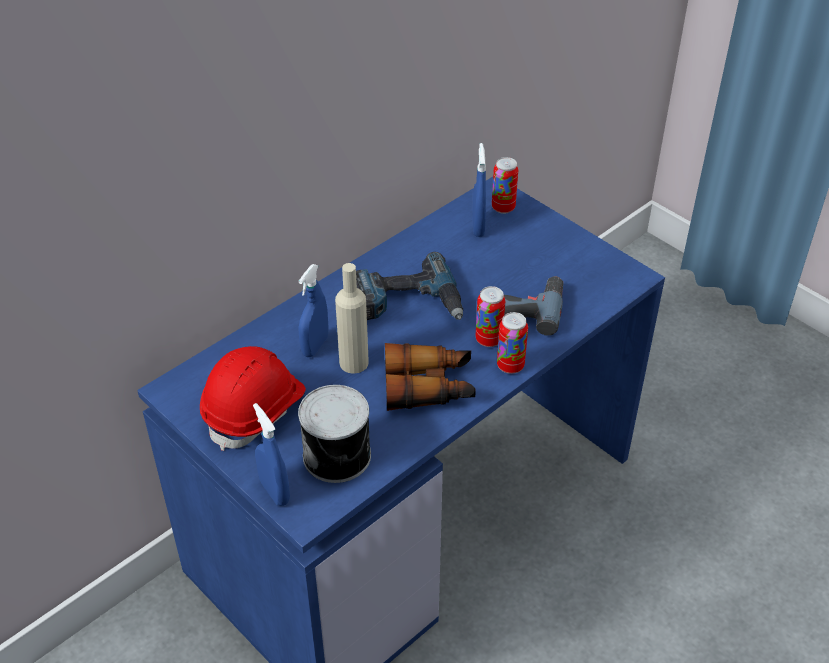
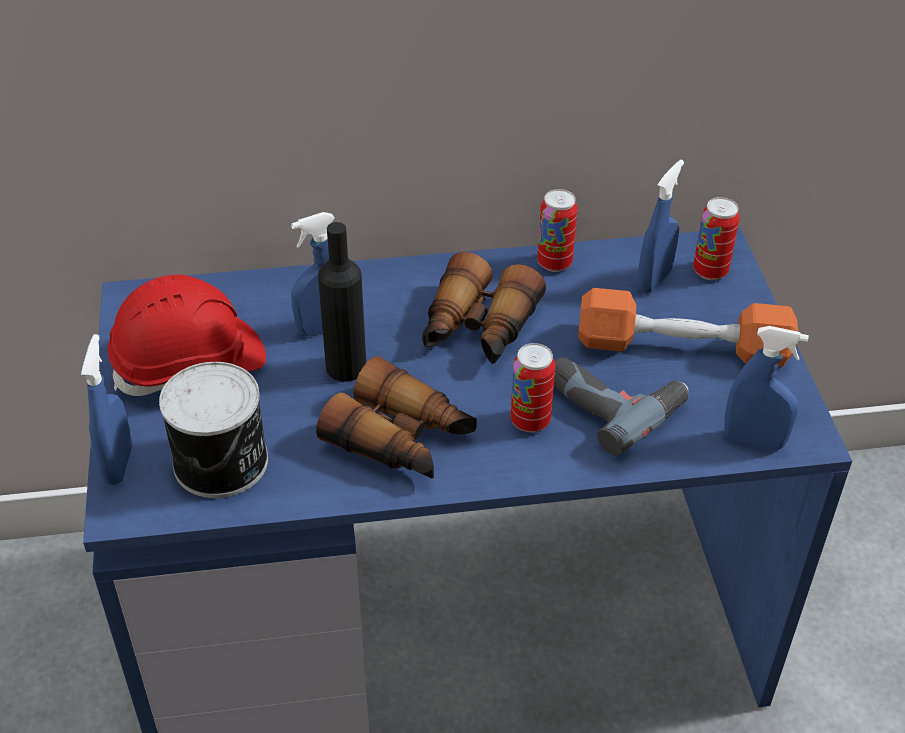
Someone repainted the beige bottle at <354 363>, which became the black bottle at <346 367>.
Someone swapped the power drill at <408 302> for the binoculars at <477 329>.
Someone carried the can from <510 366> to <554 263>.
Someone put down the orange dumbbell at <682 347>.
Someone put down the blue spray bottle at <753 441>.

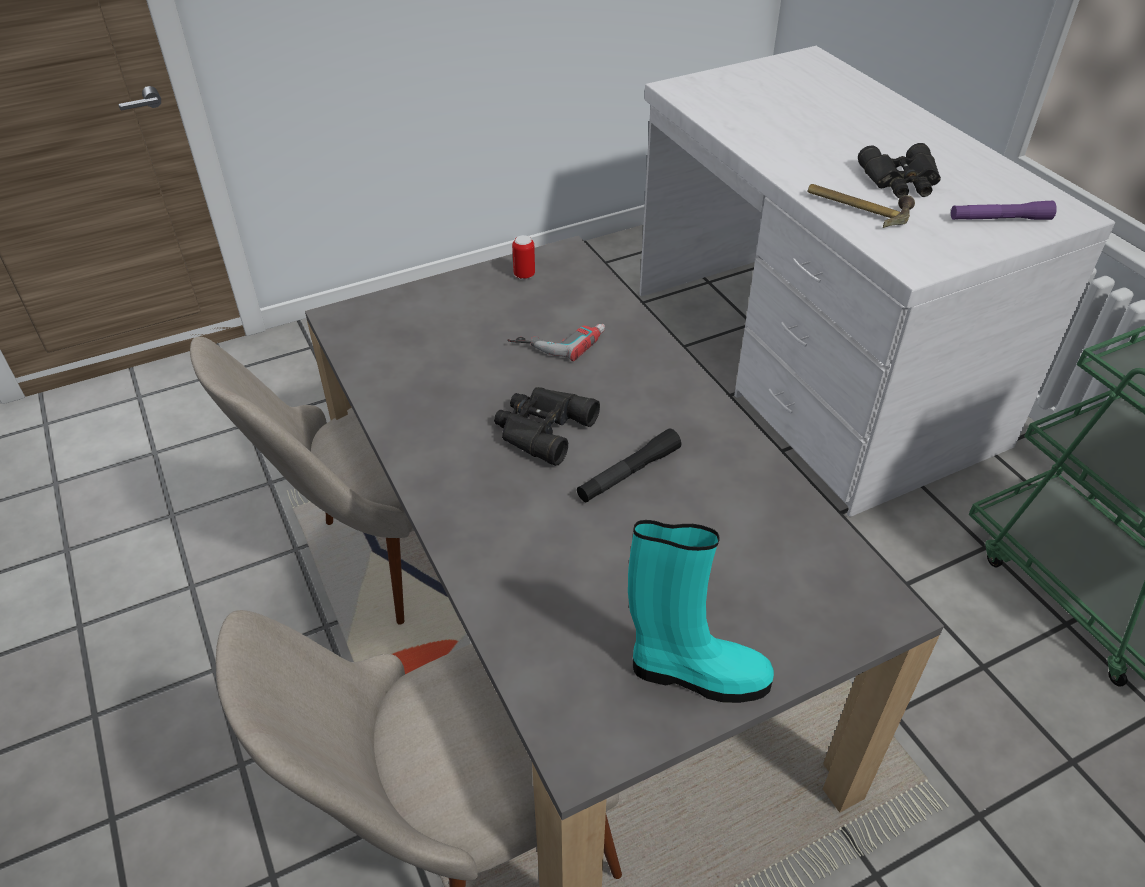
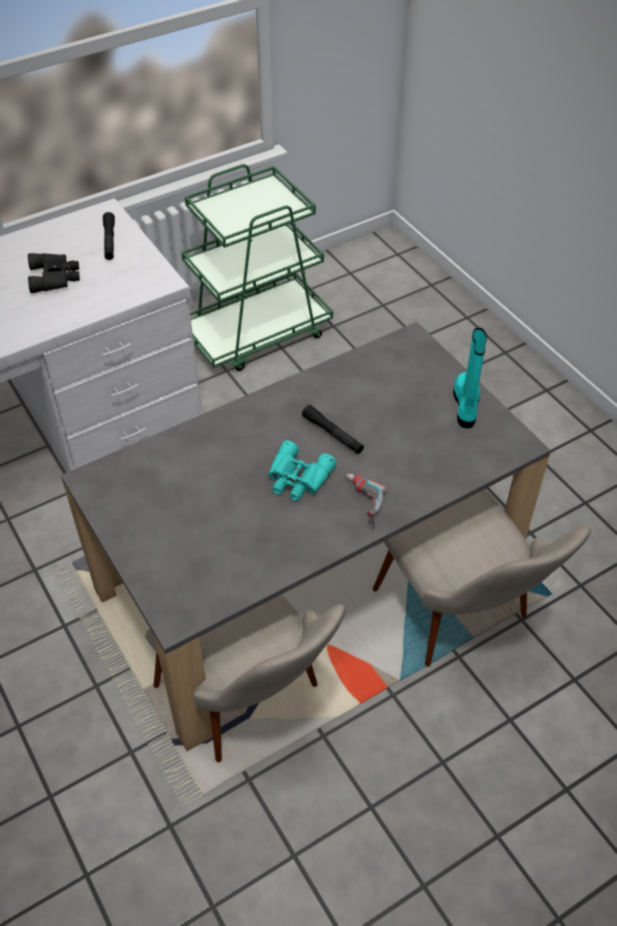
Someone repainted the black binoculars at <541 429>, which became the turquoise binoculars at <297 478>.
Someone carried the power drill from <558 339> to <360 503>.
Someone took away the can at <524 275>.
Someone took away the hammer at <858 207>.
Someone repainted the purple flashlight at <999 219>, which became the black flashlight at <109 241>.

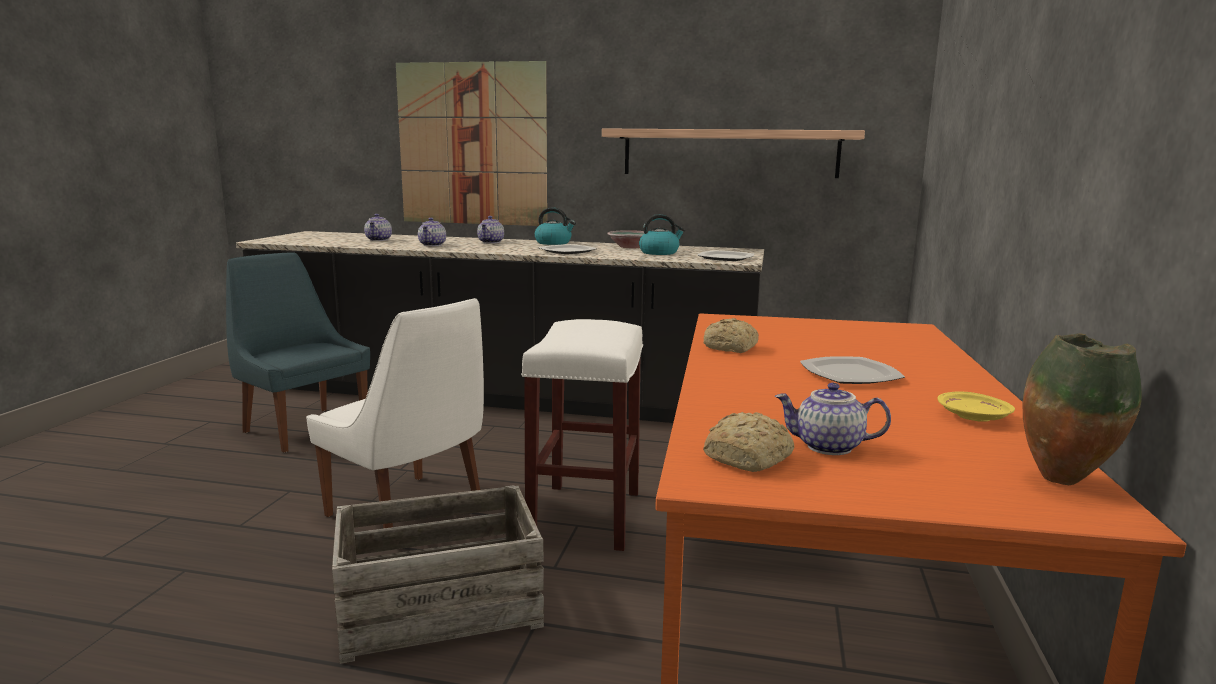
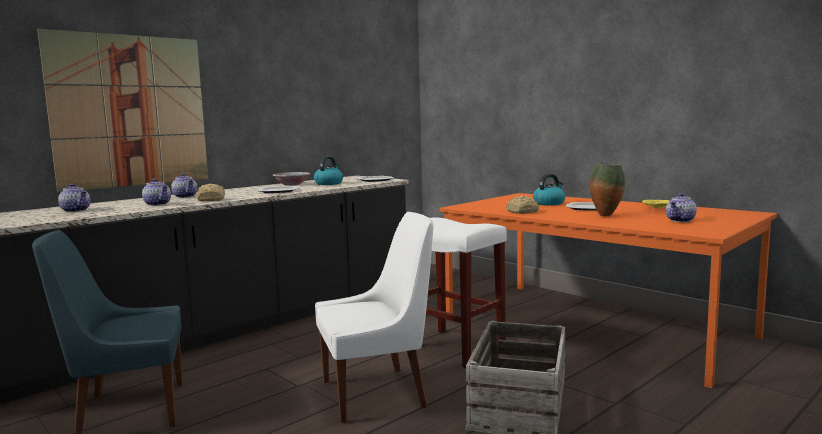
Someone carried the kettle from <554 243> to <549 203>.
Someone took away the shelf at <729 153>.
Someone carried the bread from <750 458> to <212 200>.
Someone carried the vase from <1064 481> to <605 215>.

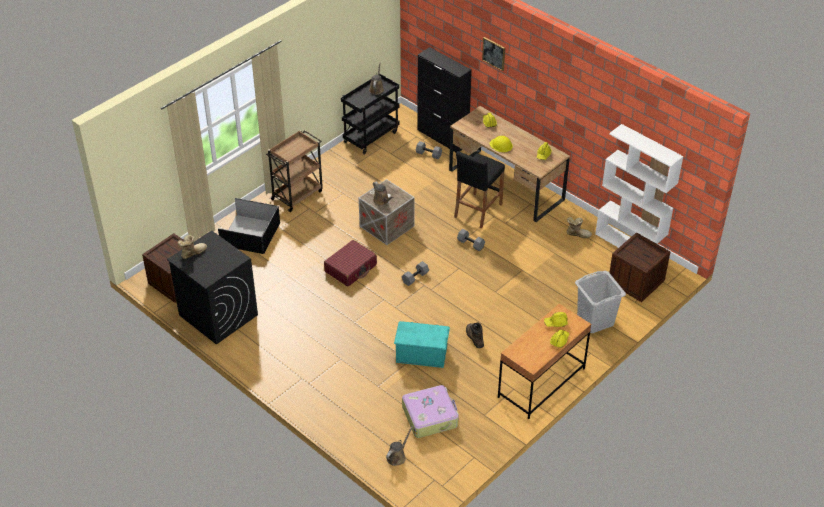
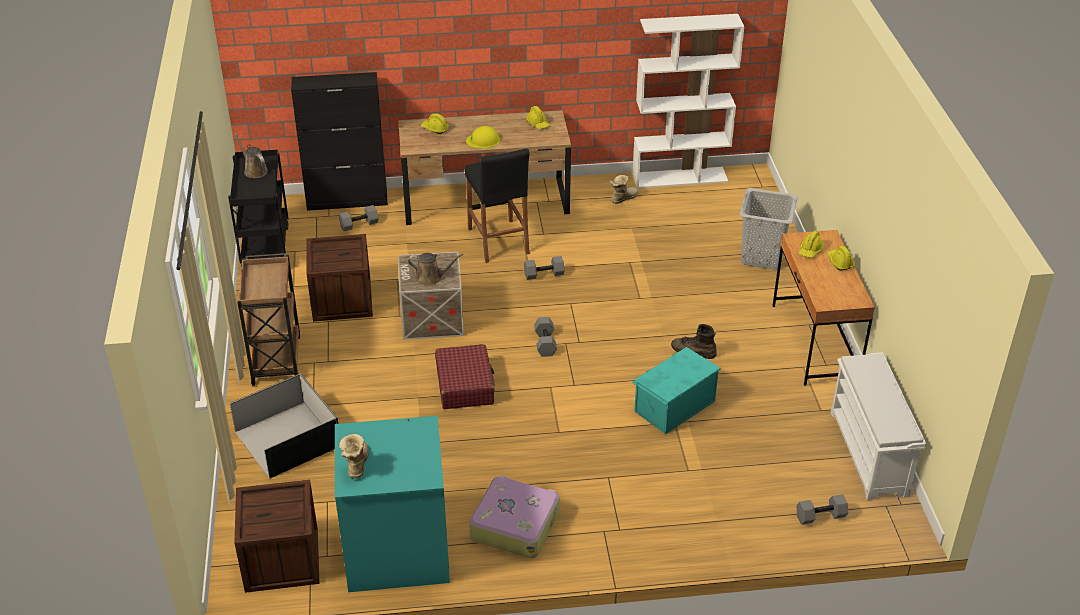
Someone repainted the black washing machine at <217 315>, which became the turquoise washing machine at <396 551>.
Someone swapped the brown watering can at <397 456> for the grey dumbbell at <820 517>.
Someone carried the suitcase from <430 416> to <515 525>.
Someone took away the picture at <494 53>.
Someone carried the crate from <636 281> to <342 300>.
Someone put down the white shoe rack at <869 454>.

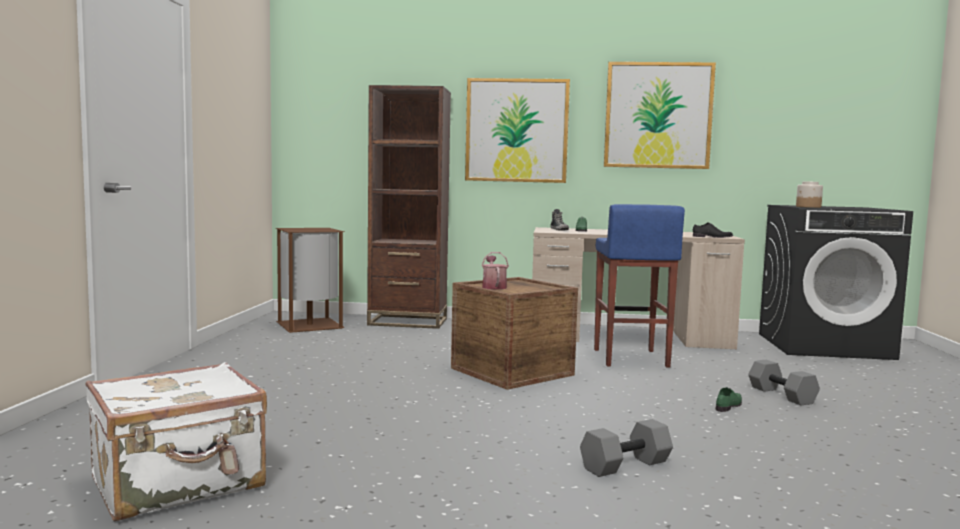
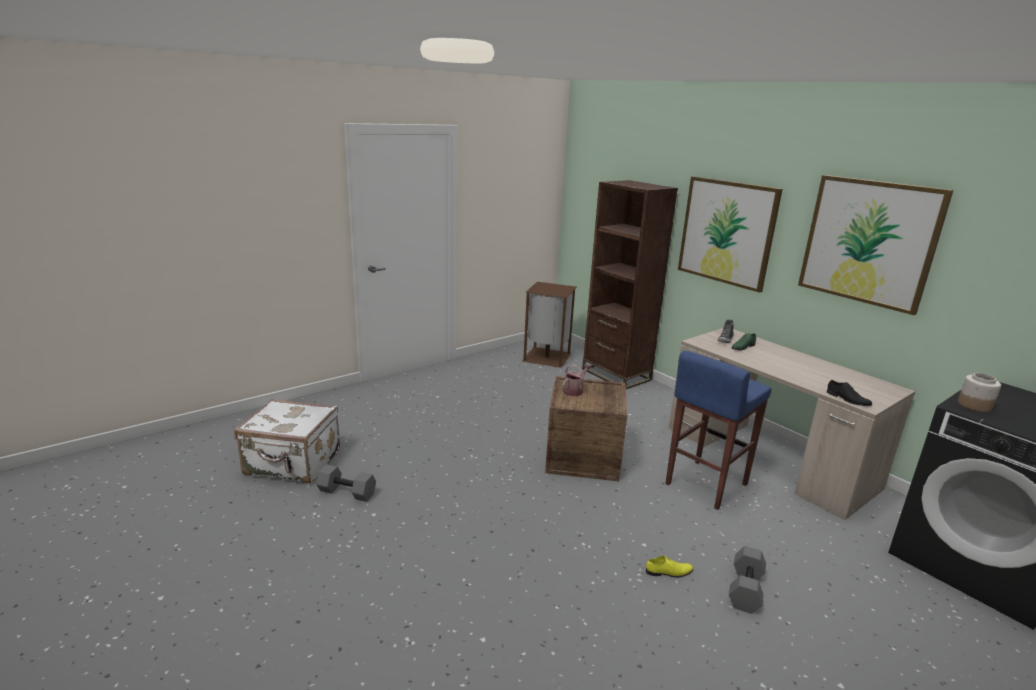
Someone carried the grey dumbbell from <625 466> to <346 493>.
Someone repainted the green shoe at <729 405>, which became the yellow shoe at <669 572>.

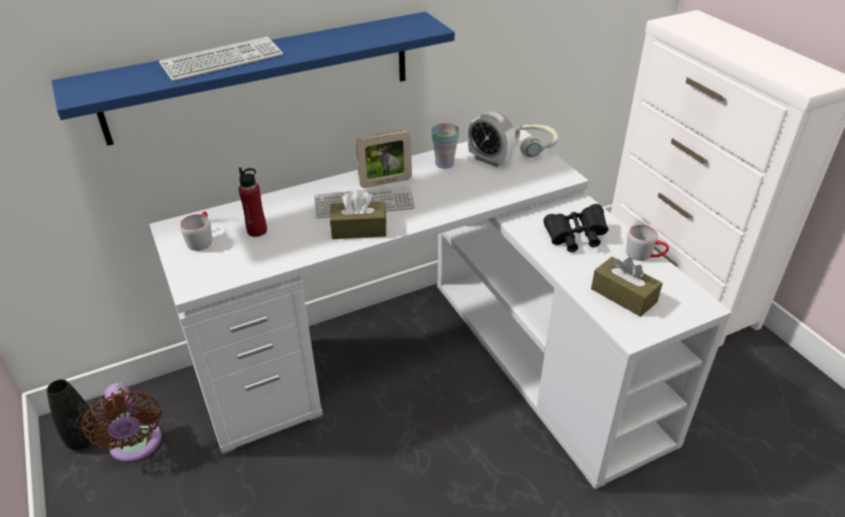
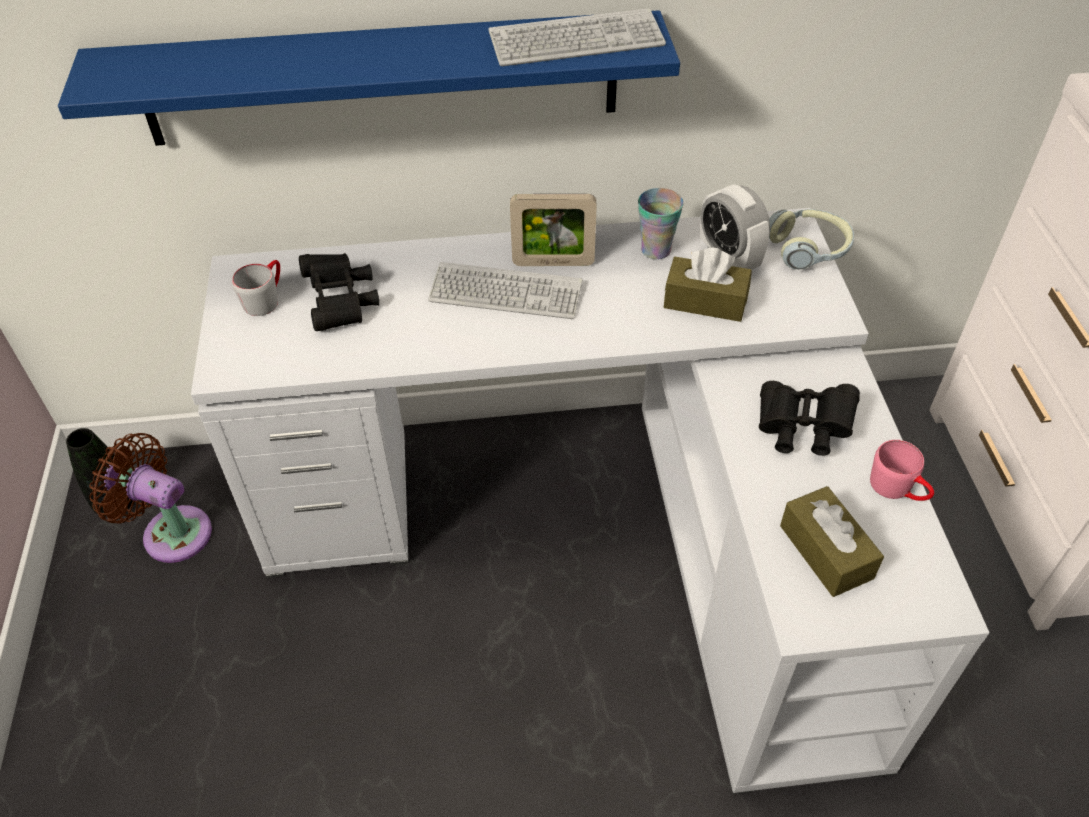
Someone rotated the brown fan at <136 446> by 120 degrees clockwise.
Someone carried the keyboard from <222 61> to <576 41>.
Someone swapped the red bottle at <257 231> for the black binoculars at <341 303>.
Someone carried the brown tissue box from <359 229> to <705 301>.
Someone repainted the grey mug at <644 255>, which became the pink mug at <898 489>.

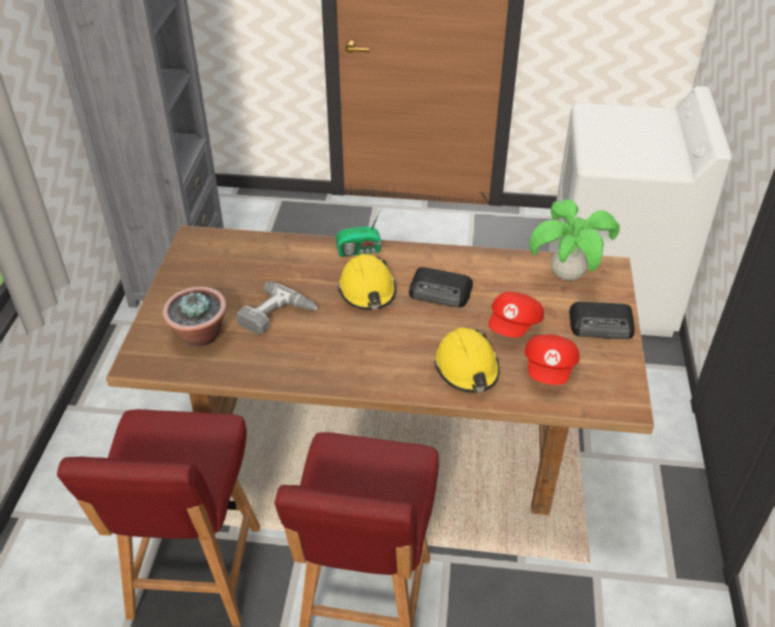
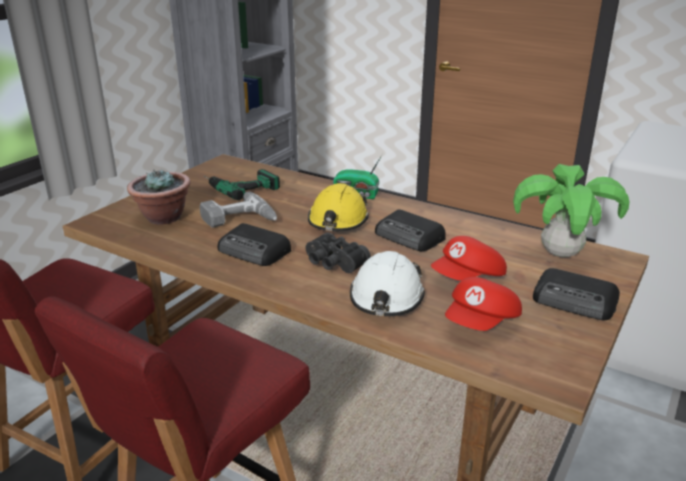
Someone repainted the yellow hard hat at <467 368>, which became the white hard hat at <386 298>.
Someone put down the power drill at <239 186>.
Someone put down the radio at <254 251>.
Someone put down the black binoculars at <333 263>.

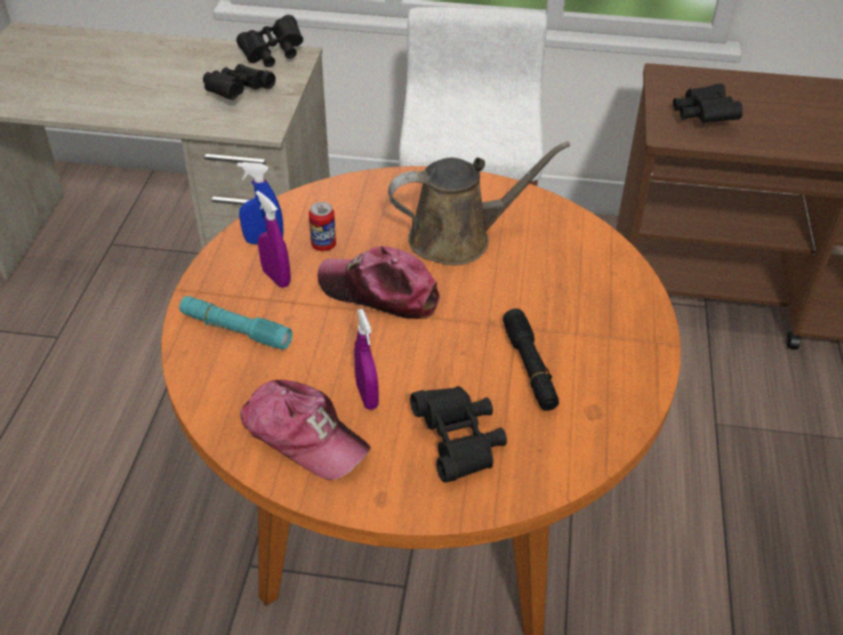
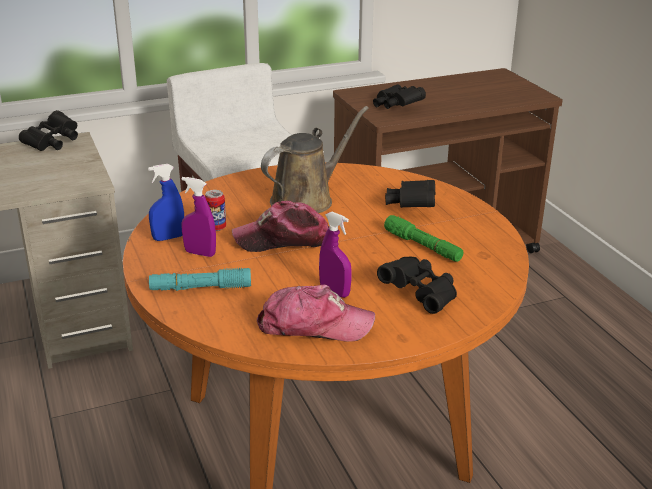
Someone carried the black binoculars from <237 93> to <411 206>.
Someone repainted the black flashlight at <529 367>, which became the green flashlight at <422 246>.

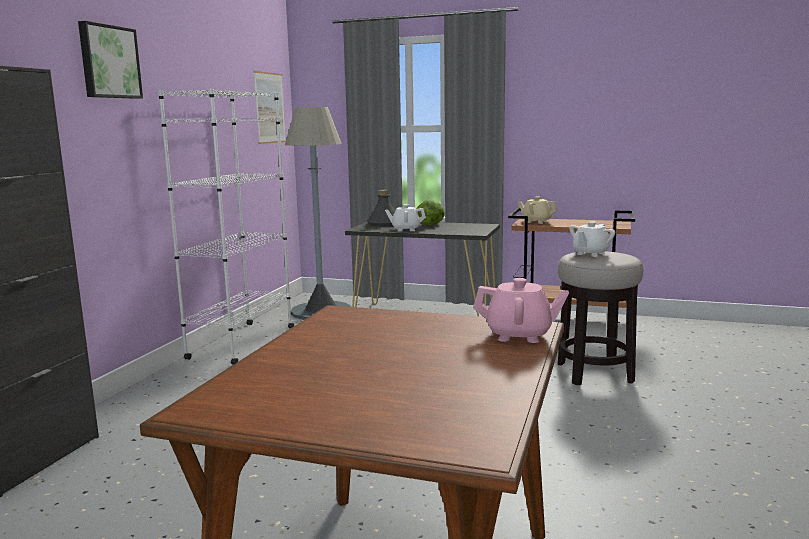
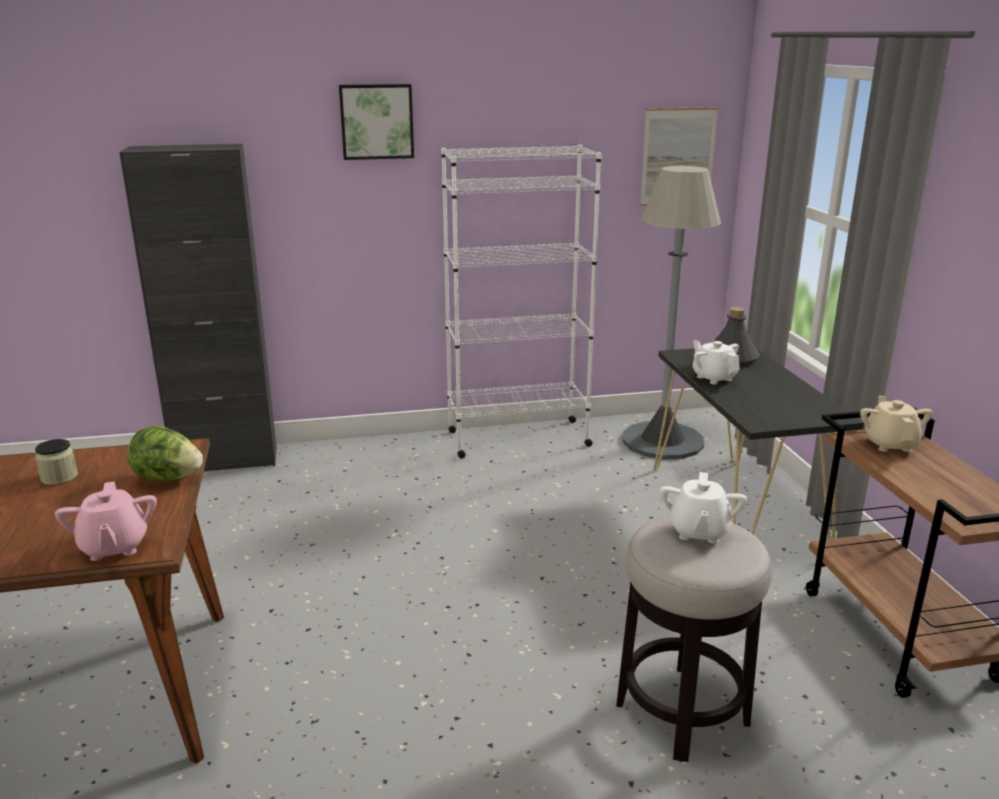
Someone carried the lettuce from <431 225> to <167 479>.
Someone rotated the white teapot at <590 254> by 90 degrees counterclockwise.
Someone put down the jar at <59 477>.

